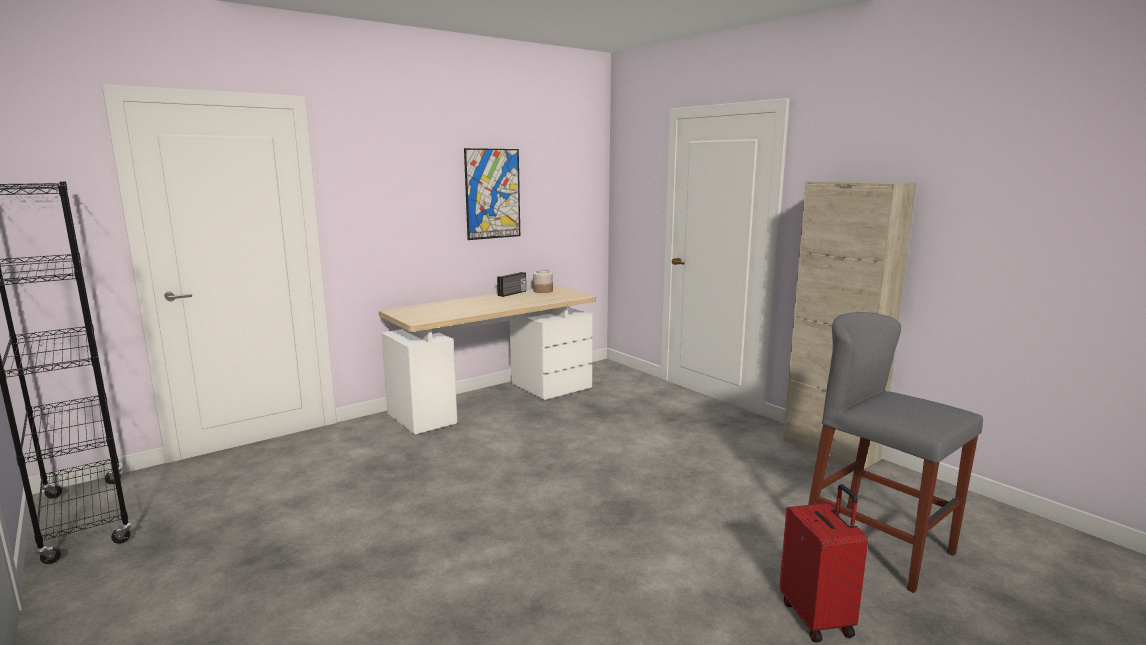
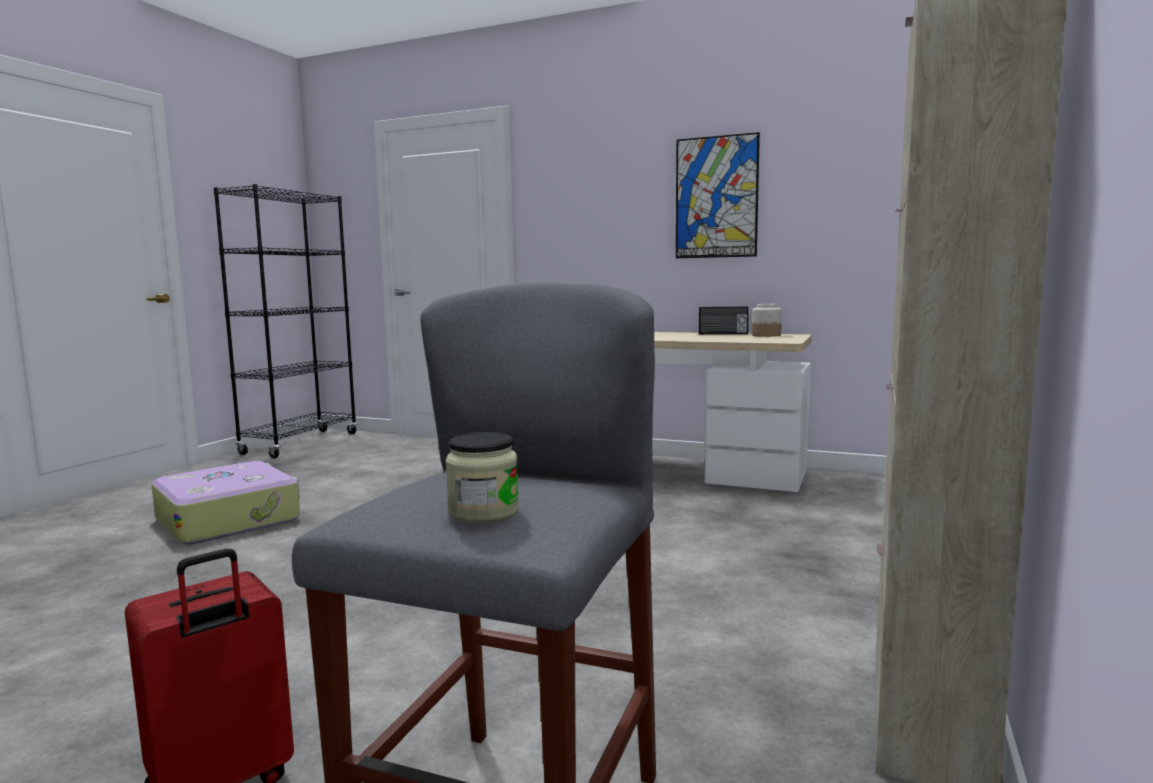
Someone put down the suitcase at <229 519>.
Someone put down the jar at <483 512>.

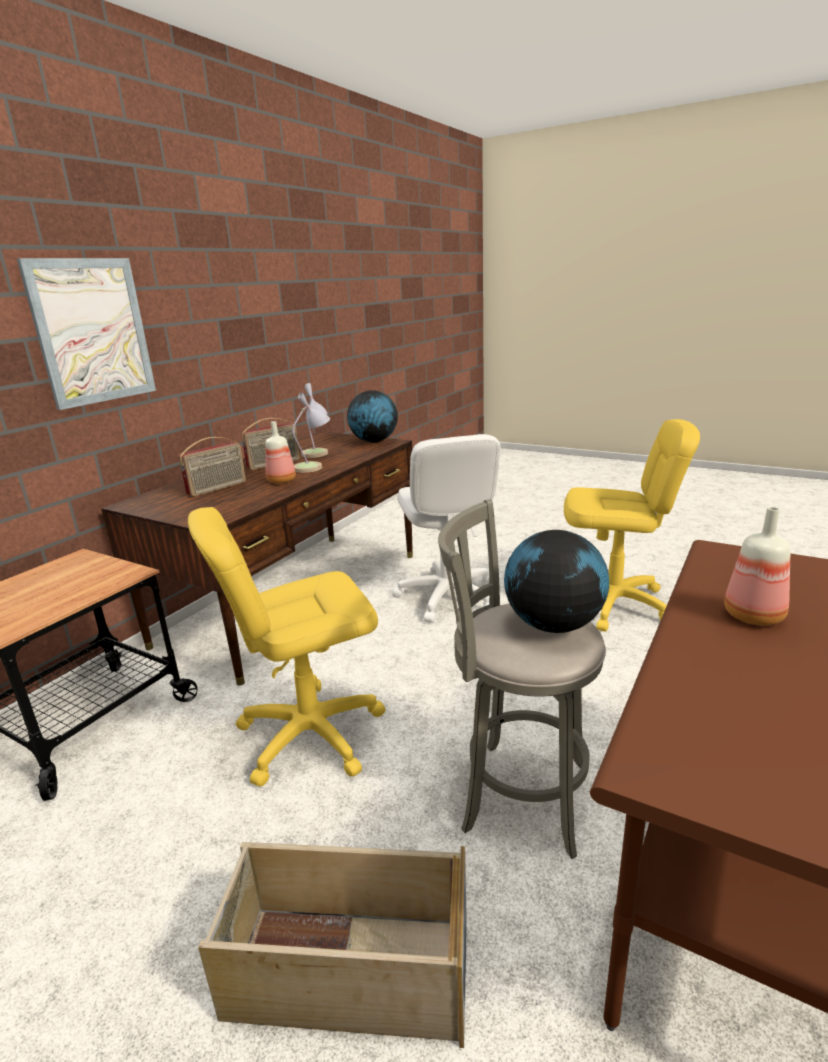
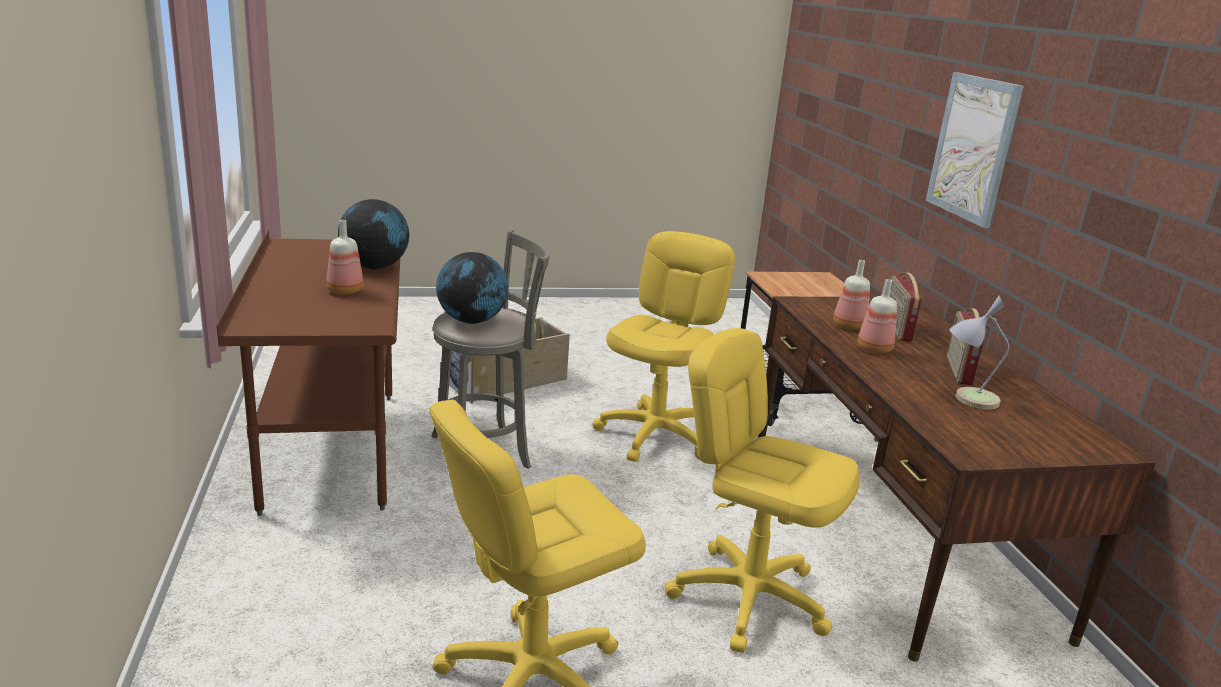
Someone took away the table lamp at <314 467>.
Someone carried the globe from <374 441> to <374 267>.
Someone repainted the white office chair at <447 596>, which became the yellow office chair at <749 598>.
Someone put down the bottle at <849 326>.

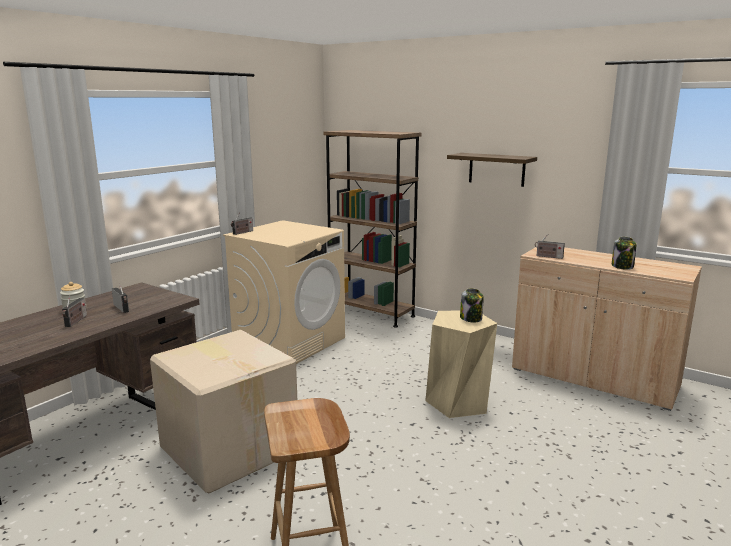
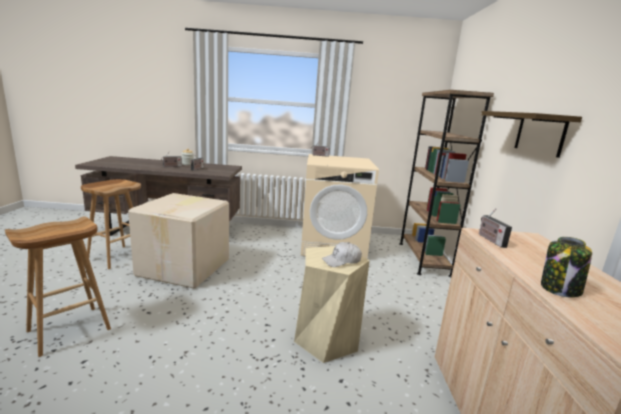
Someone swapped the jar at <471 318> for the white cap at <342 261>.
Someone put down the brown stool at <117 256>.

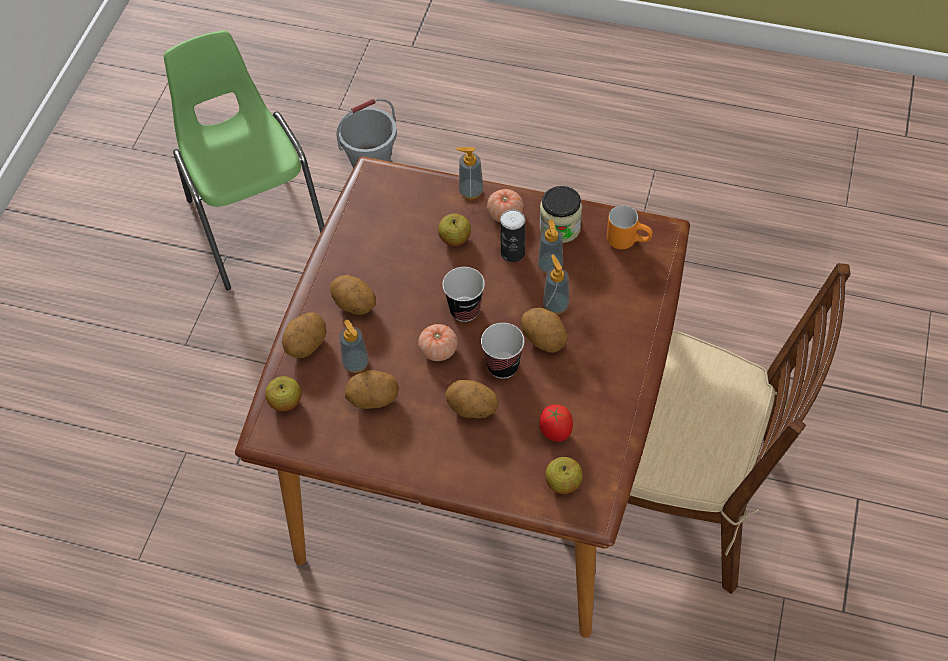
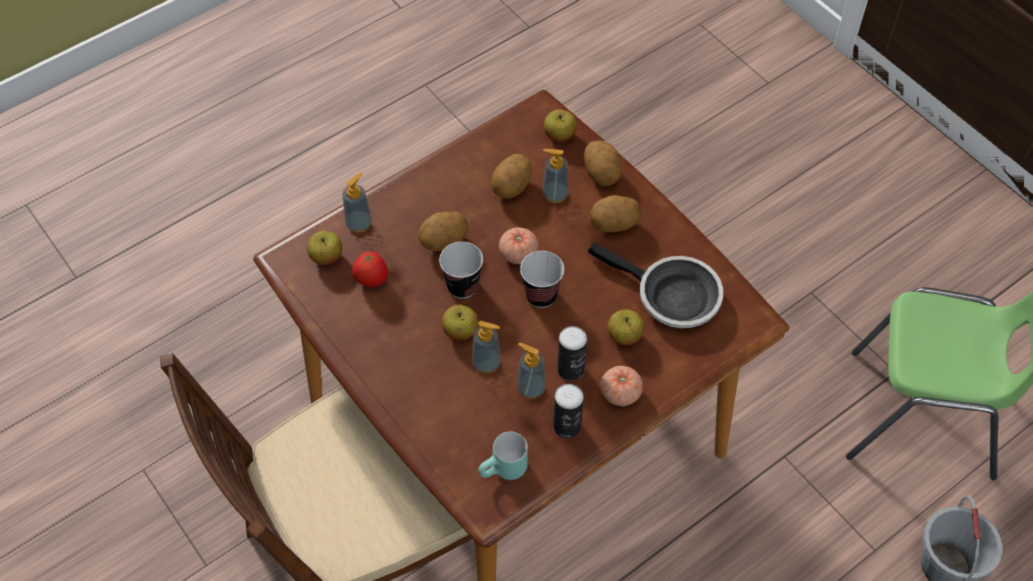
Someone carried the soap dispenser from <471 191> to <359 224>.
Someone swapped the potato at <544 339> for the apple at <460 331>.
Someone swapped the jar at <560 227> for the can at <567 426>.
Someone repainted the orange mug at <628 240>, which became the turquoise mug at <504 472>.
Someone put down the frying pan at <671 297>.

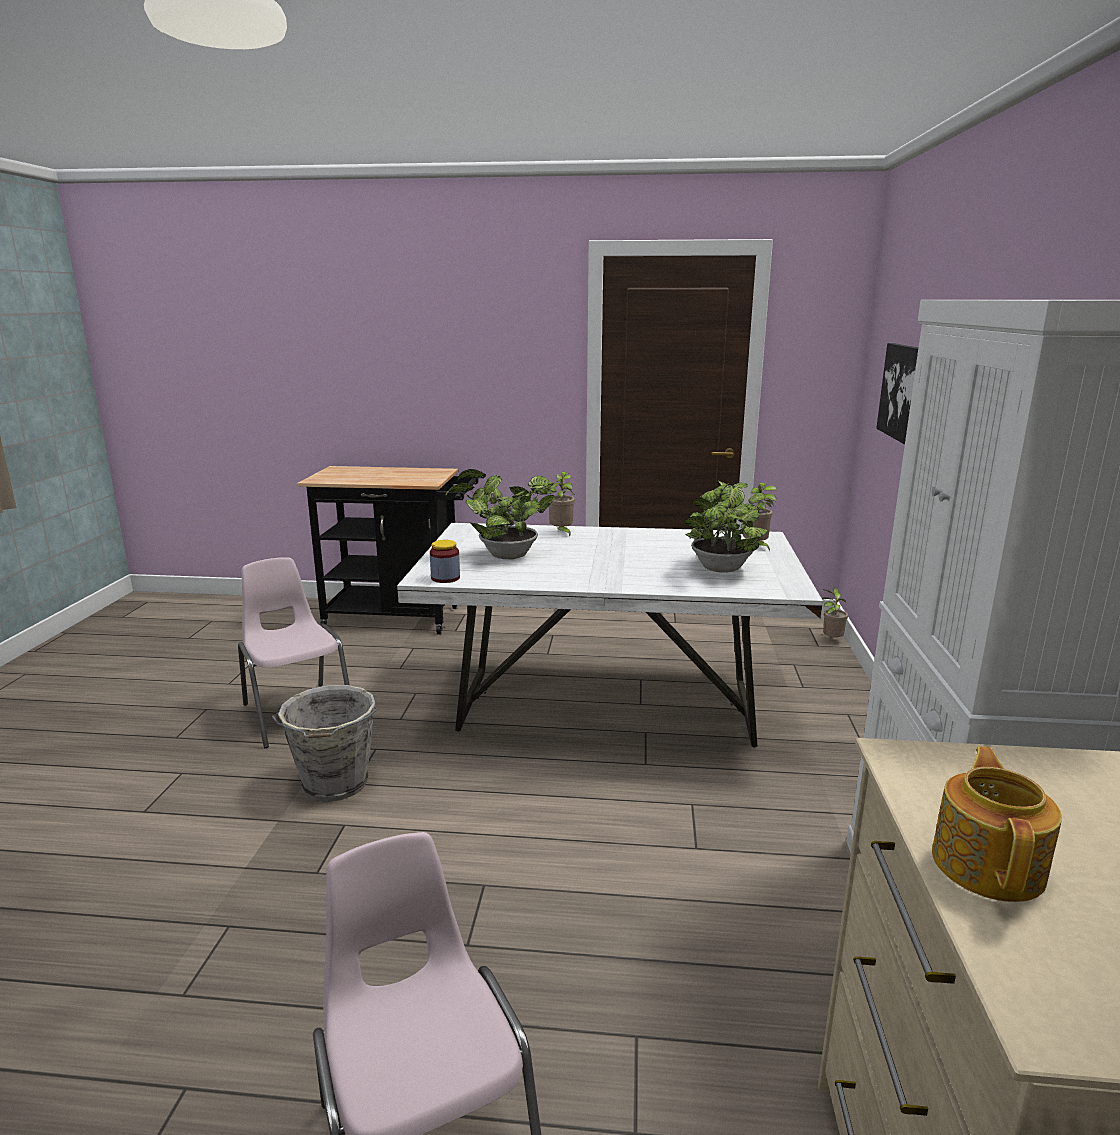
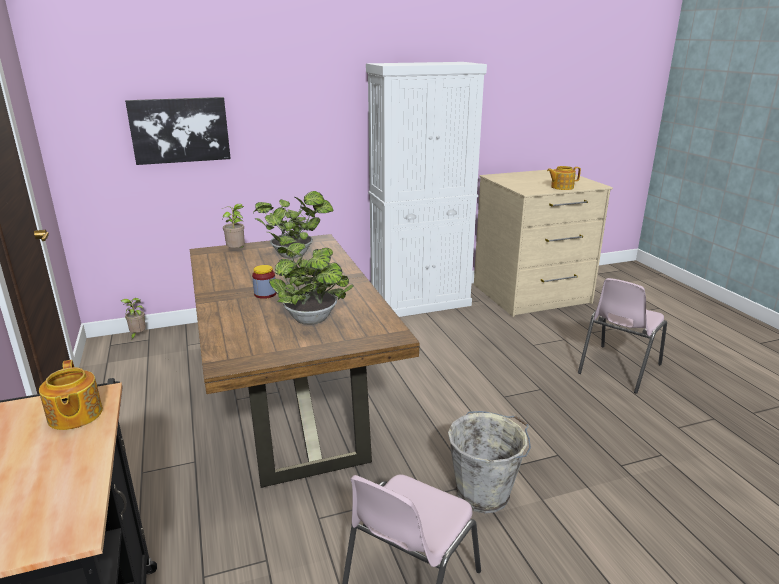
Someone repainted the white dining table at <604 708>, which became the brown dining table at <294 404>.
Someone carried the jar from <445 578> to <265 294>.
Someone took away the potted plant at <561 533>.
Someone put down the teapot at <74 416>.

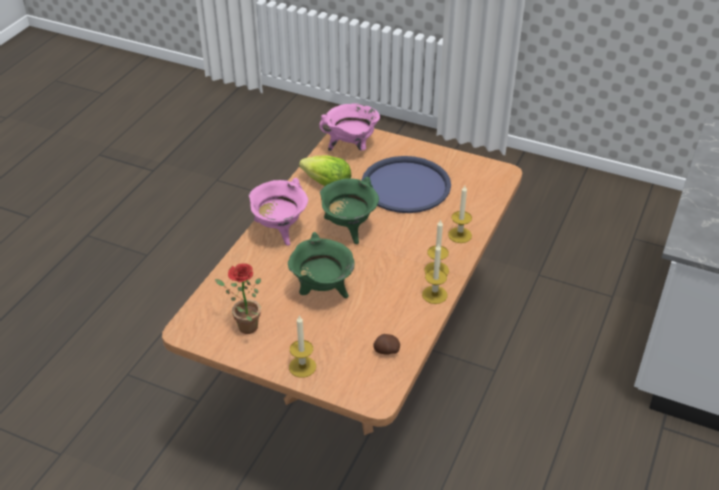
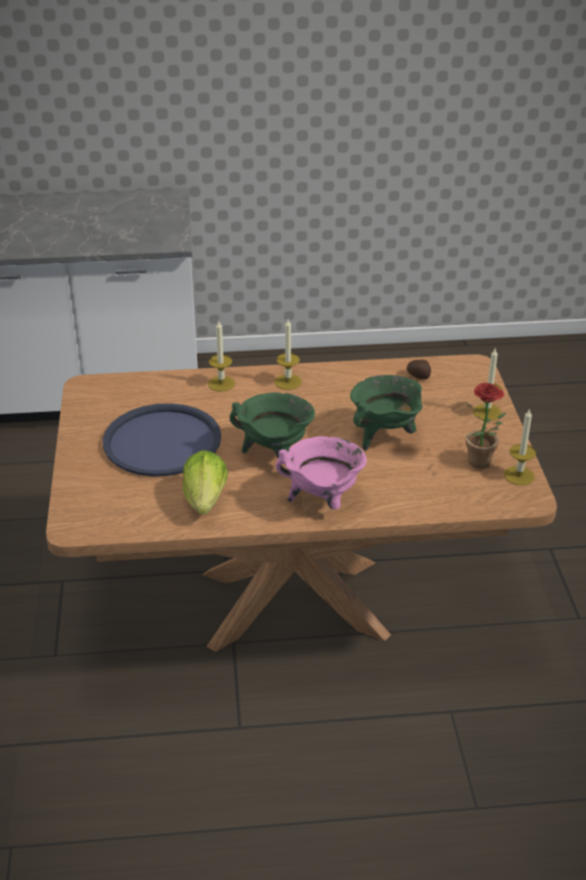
Someone took away the pink cooking pot at <351 147>.
Someone carried the candle from <434 294> to <519 475>.

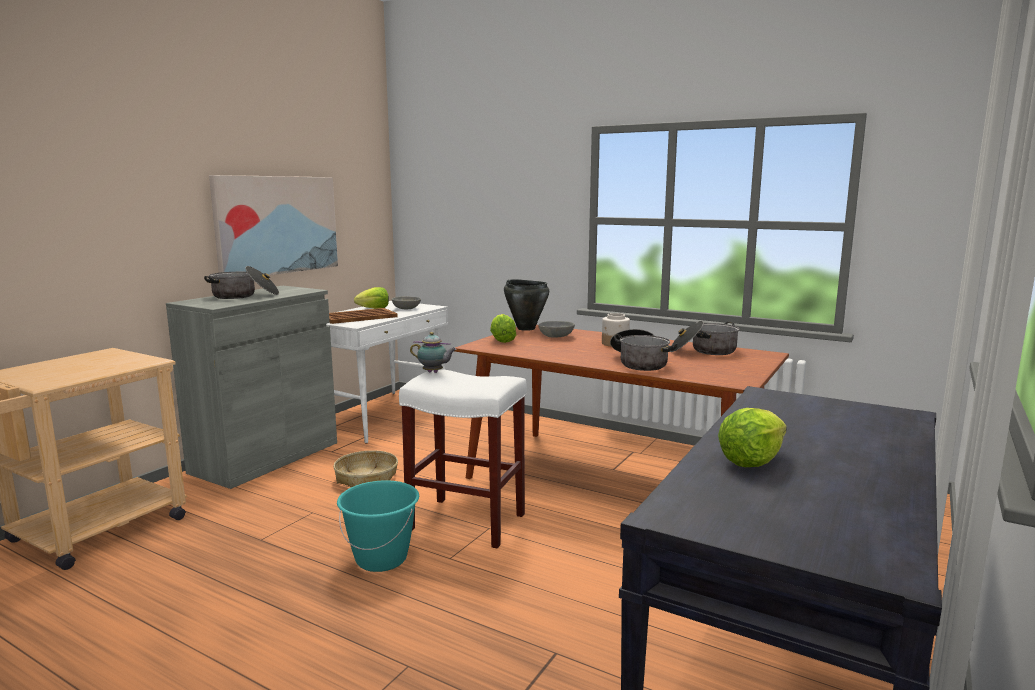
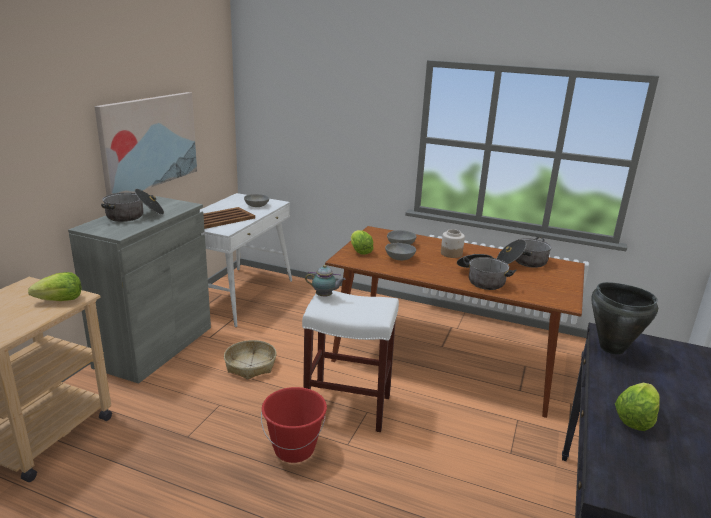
Someone repainted the turquoise bucket at <381 558>, which became the red bucket at <294 449>.
Someone carried the lettuce from <374 309> to <60 300>.
Someone carried the black cooking pot from <526 328> to <611 348>.
Someone put down the grey bowl at <400 258>.

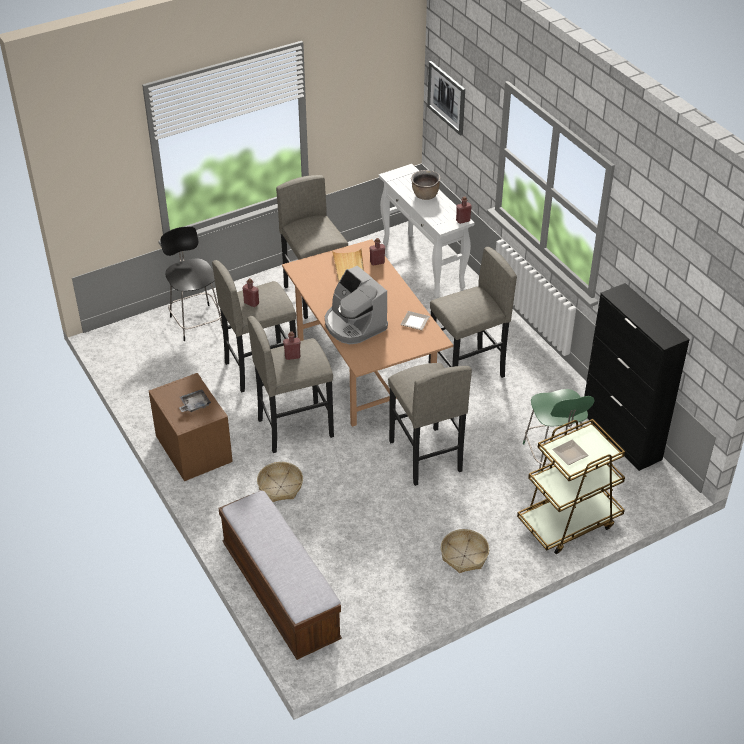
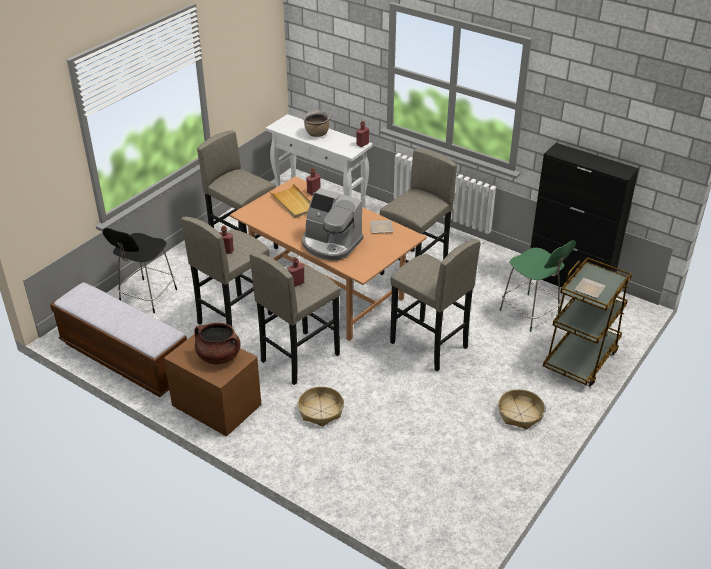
Someone rotated the black chair at <196 321> by 105 degrees counterclockwise.
Someone swapped the grey tray at <194 405> for the brown cooking pot at <218 356>.
Someone carried the bench from <280 592> to <124 359>.
Someone took away the picture at <447 97>.

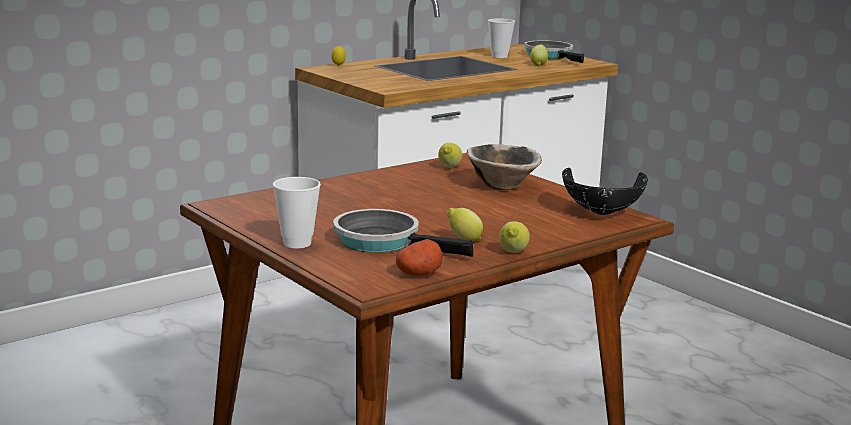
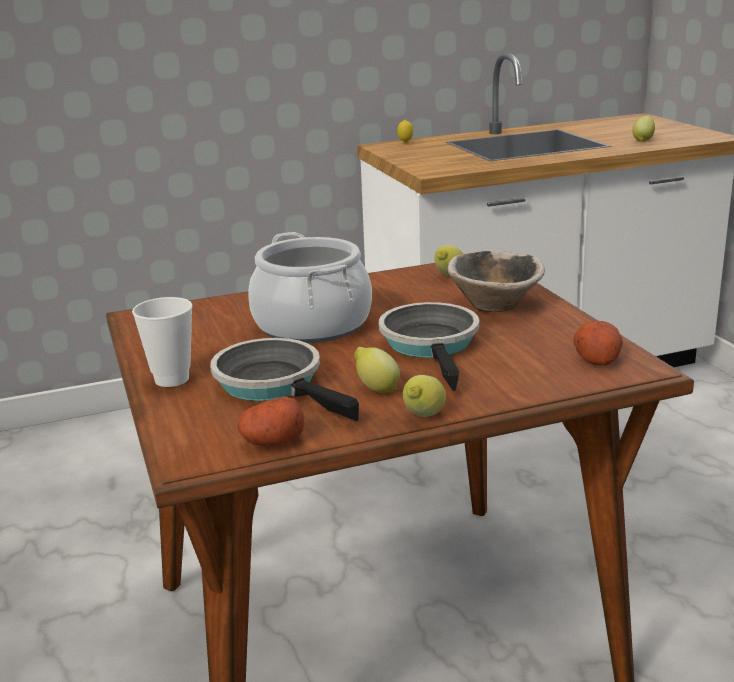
Someone took away the cup at <499 56>.
Someone carried the frying pan from <551 56> to <432 345>.
Someone swapped the black bowl at <603 214> for the potato at <597 358>.
Someone put down the cooking pot at <312 325>.

